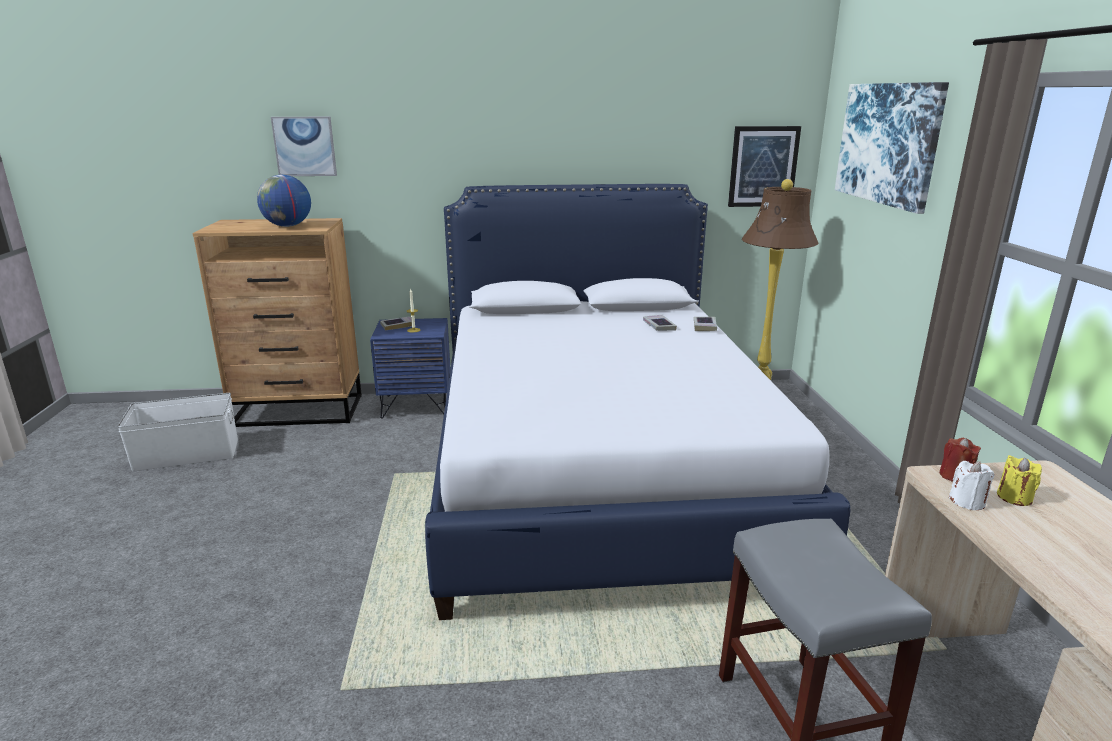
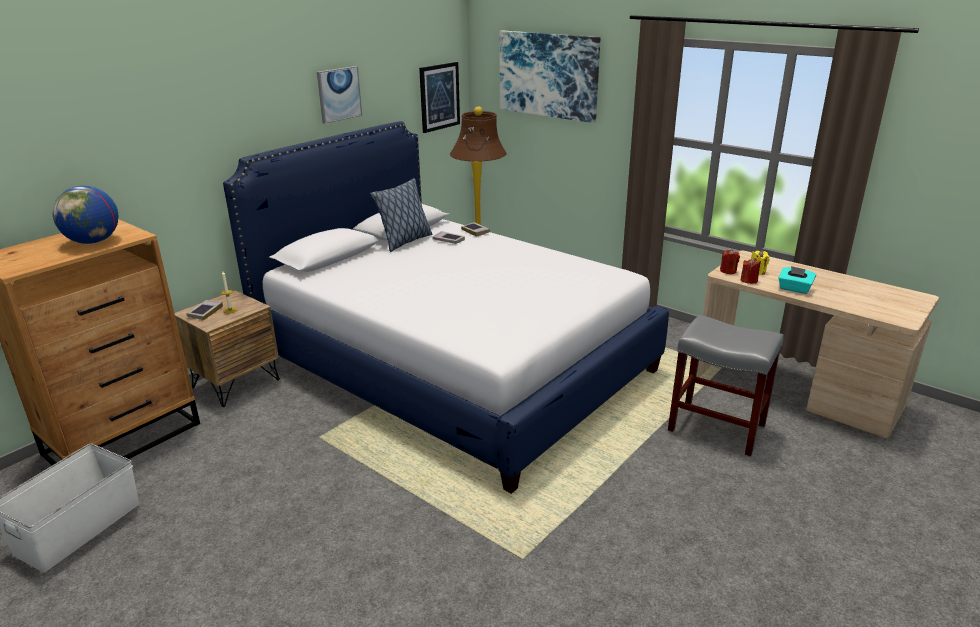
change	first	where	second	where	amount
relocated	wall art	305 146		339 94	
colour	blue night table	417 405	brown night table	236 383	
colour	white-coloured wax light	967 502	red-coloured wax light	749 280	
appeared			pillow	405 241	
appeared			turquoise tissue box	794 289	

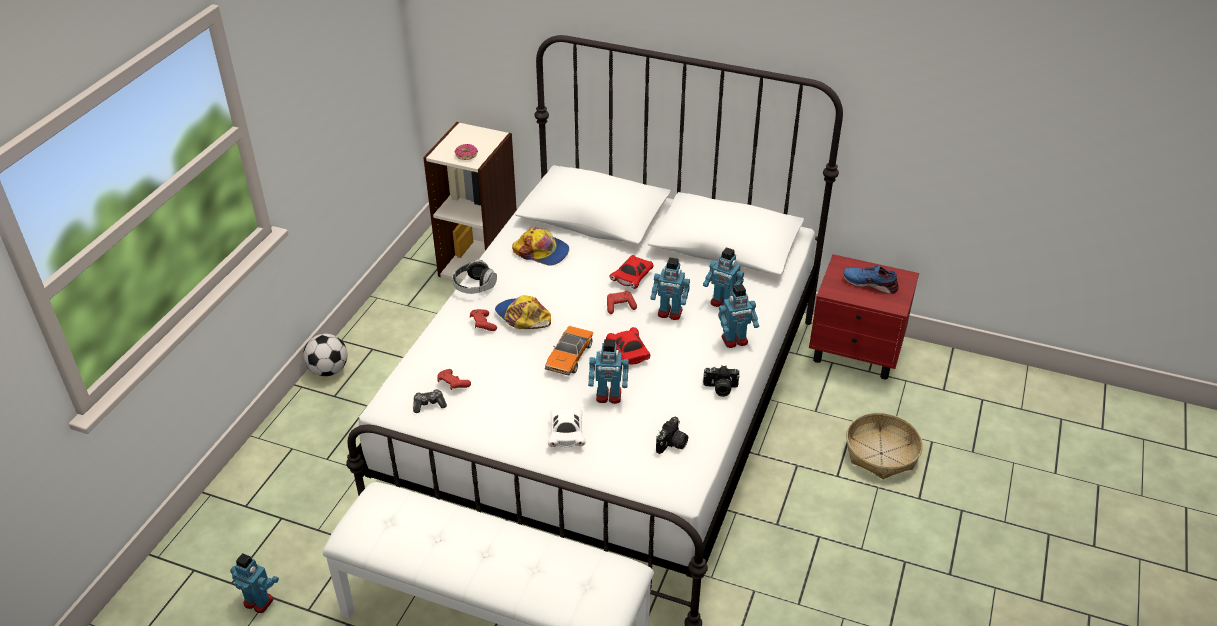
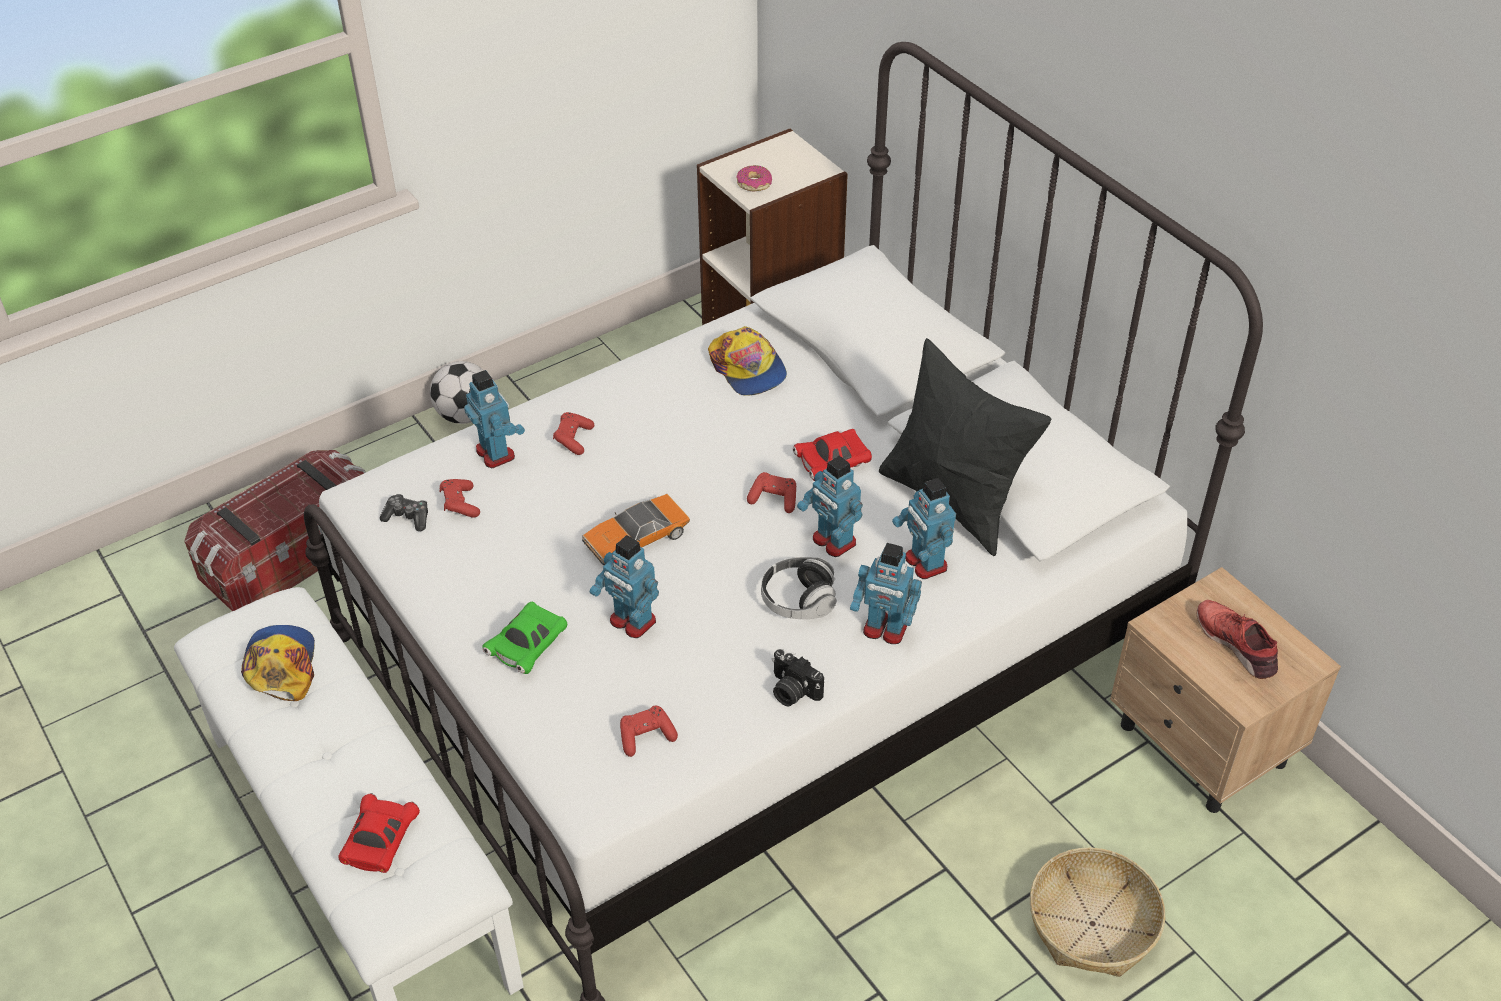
change	first	where	second	where	amount
relocated	toy robot	259 601		496 453	
relocated	pair of headphones	474 286		798 600	
relocated	peaked cap	522 317		281 666	
colour	white-coloured model car	566 434	greenish model car	528 647	
relocated	red-coloured model car	628 353		380 842	
exchanged	photo camera	672 444	red-coloured game controller	646 736	
colour	red-coloured night table	856 352	sand-coloured night table	1203 746	
colour	blue low shoe	870 283	red-coloured low shoe	1236 643	
appeared			storage box	291 555	
appeared			black-coloured pillow	953 501	

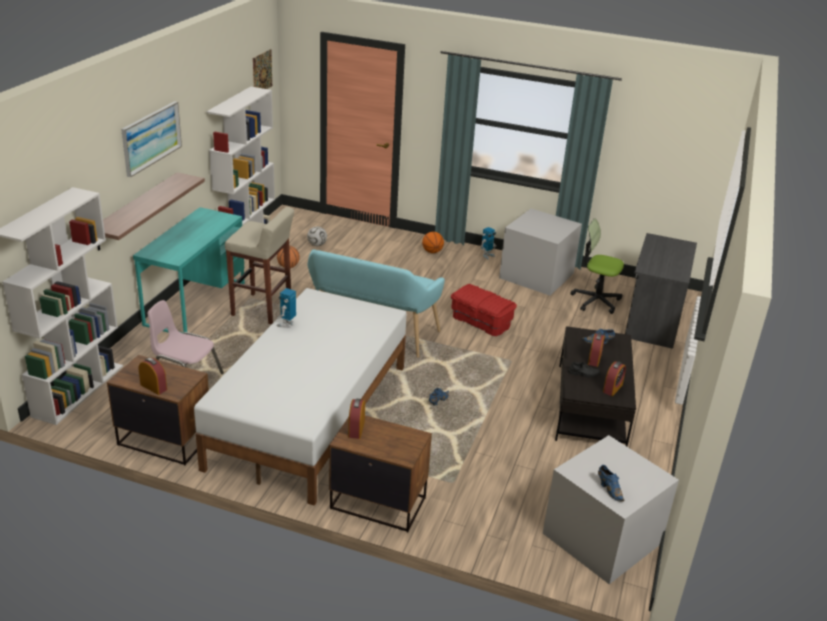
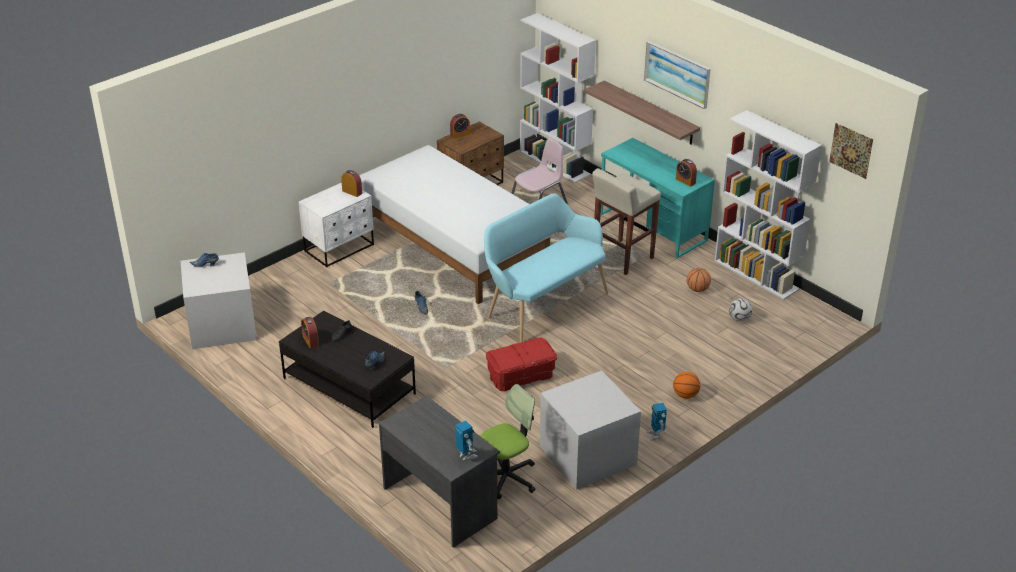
change	first	where	second	where	amount
relocated	toy robot	286 324		466 456	
colour	brown night table	378 502	white-coloured night table	340 248	
relocated	alarm clock	594 359		685 181	

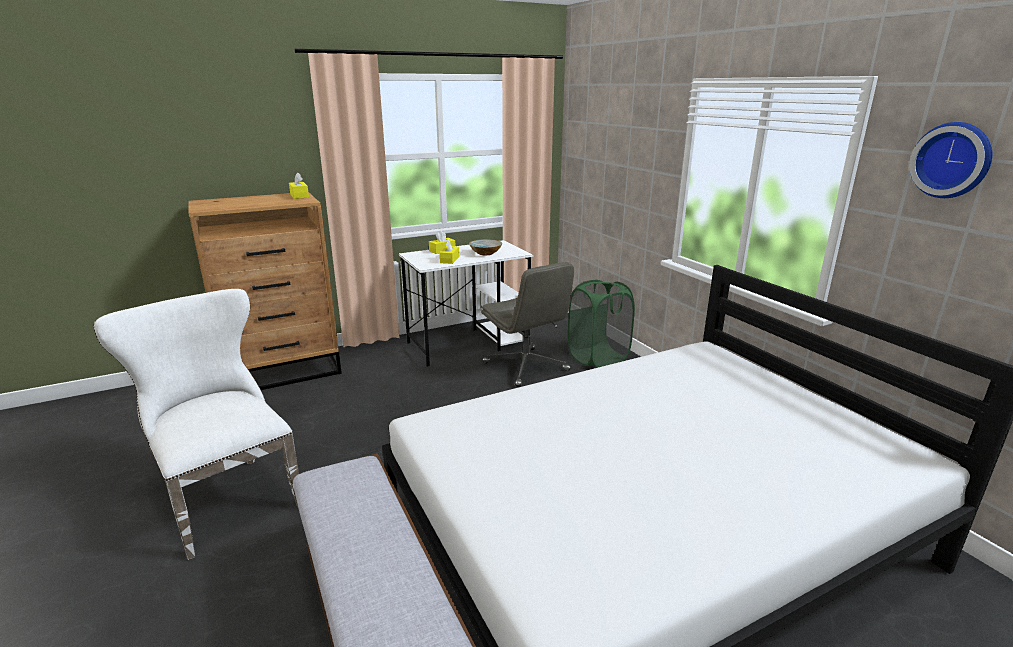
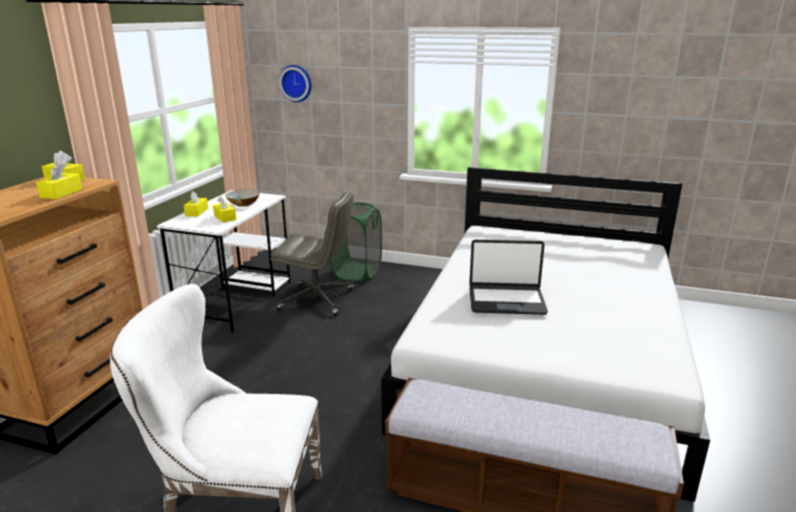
change	first	where	second	where	amount
relocated	clock on the wall	952 160		296 83	
appeared			yellow-coloured tissue box	61 193	
appeared			notebook computer	506 301	

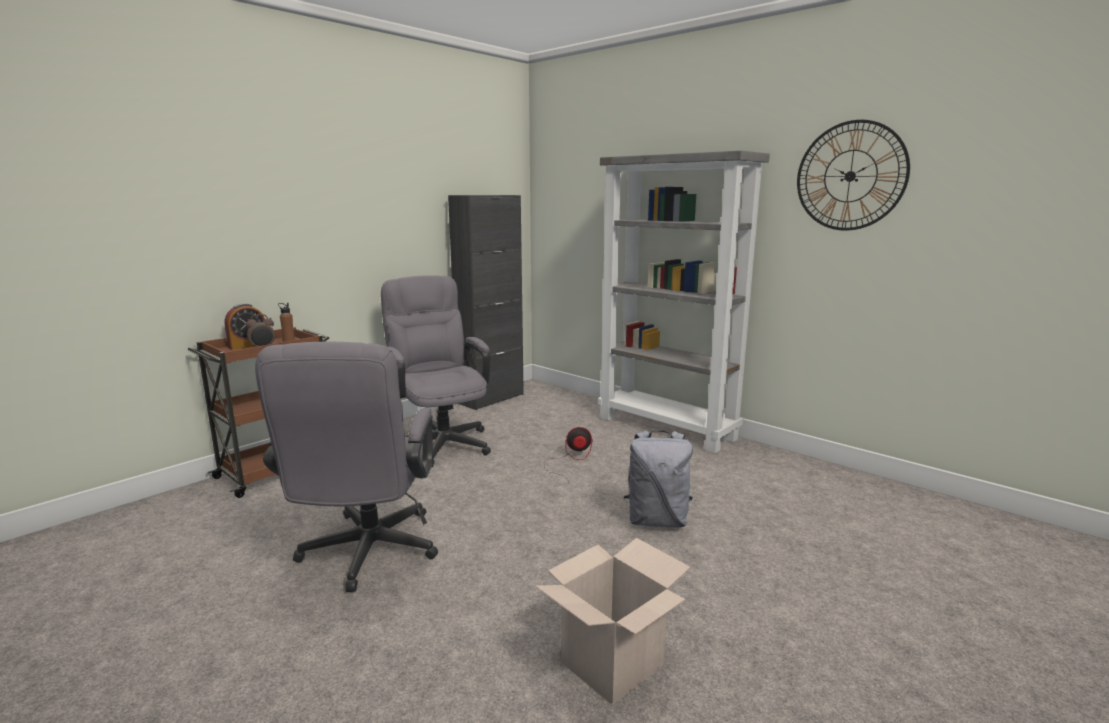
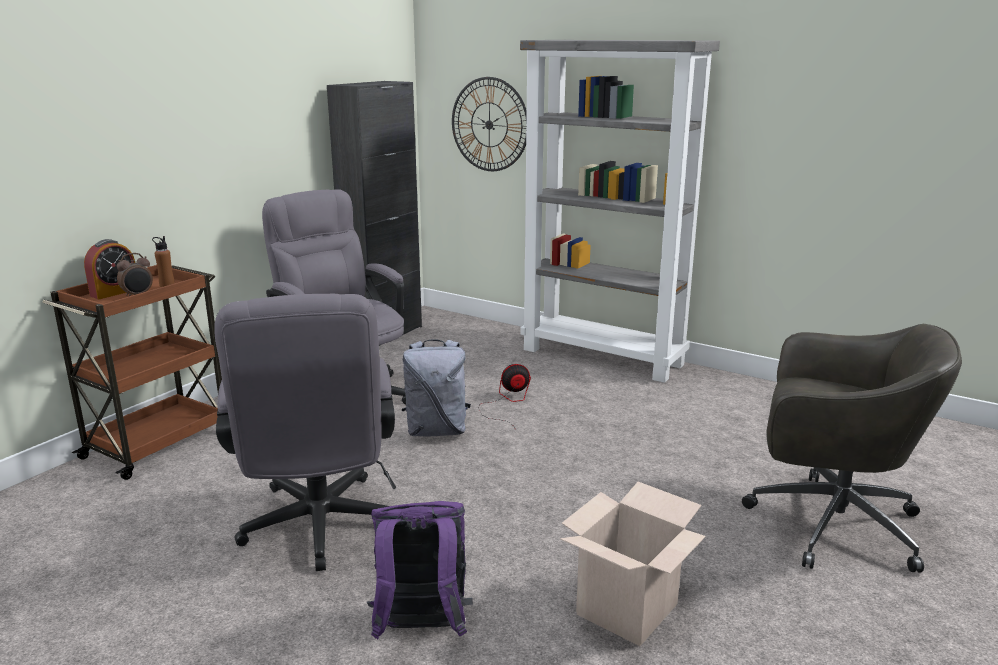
change	first	where	second	where	amount
relocated	grey knapsack	657 520		437 431	
relocated	clock on the wall	850 176		489 124	
appeared			purple knapsack	421 630	
appeared			grey computer chair	829 523	

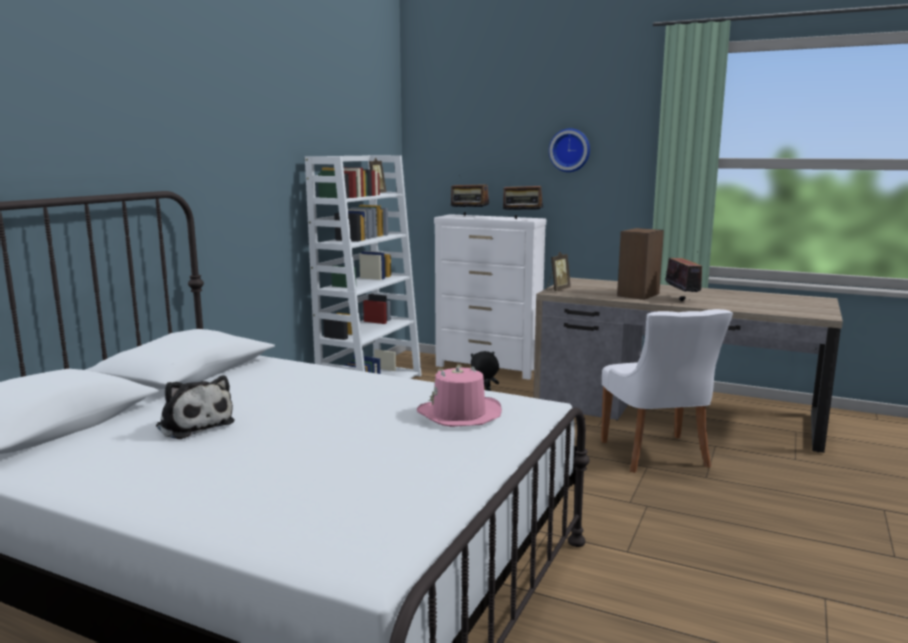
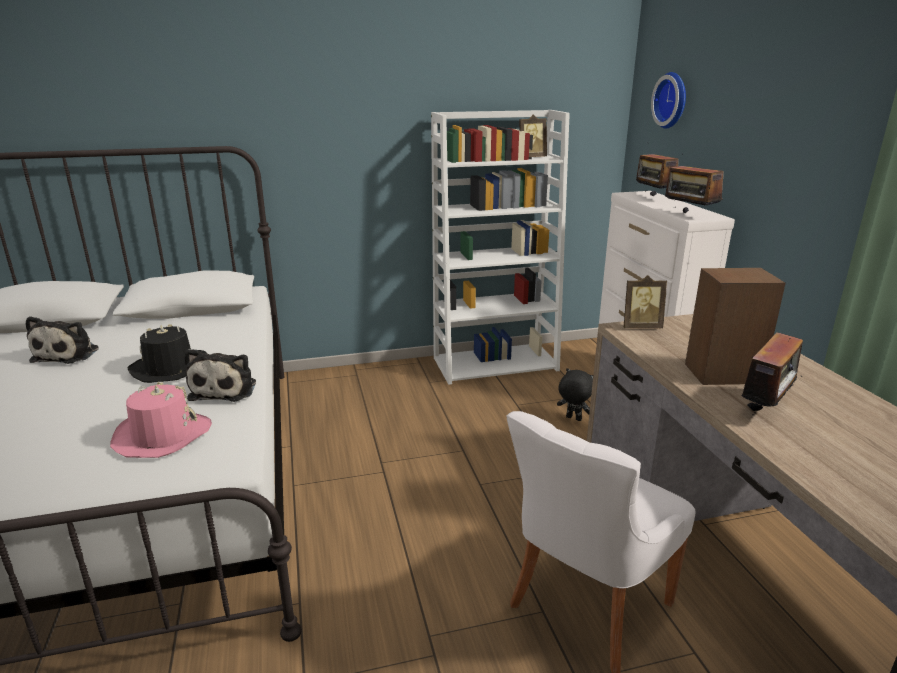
change	first	where	second	where	amount
relocated	clock on the wall	570 150		672 100	
appeared			black-coloured hat	169 368	
appeared			cuddly toy	225 389	

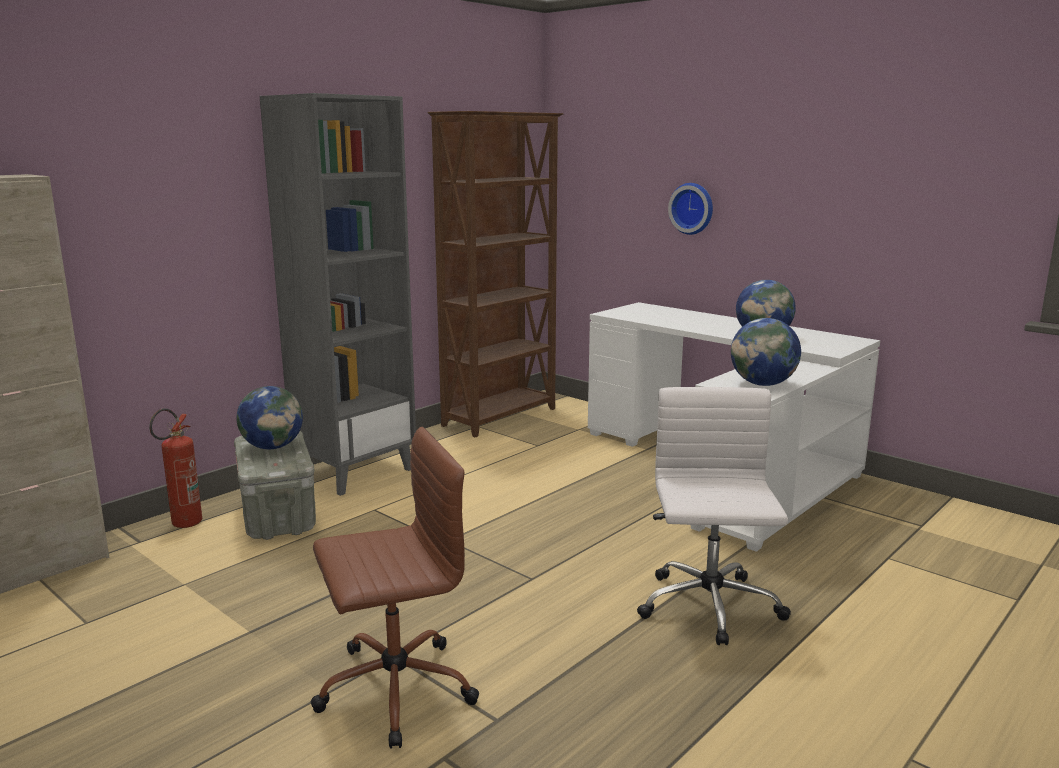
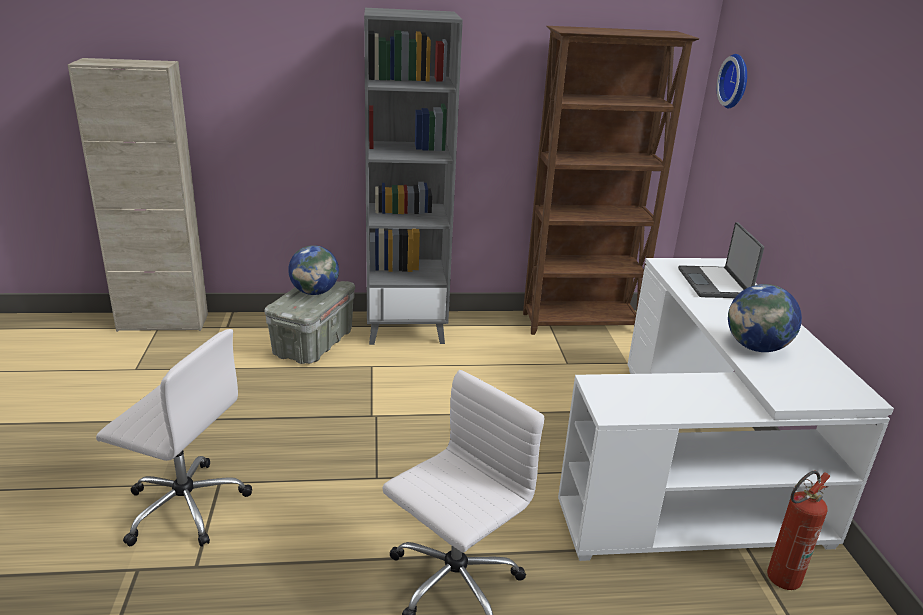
change	first	where	second	where	amount
relocated	fire-fighting cylinder	182 525		778 582	
colour	brown computer chair	393 689	white-coloured computer chair	184 505	
relocated	clock on the wall	692 208		736 81	
missing	desk globe	763 384			
appeared			notebook computer	714 283	

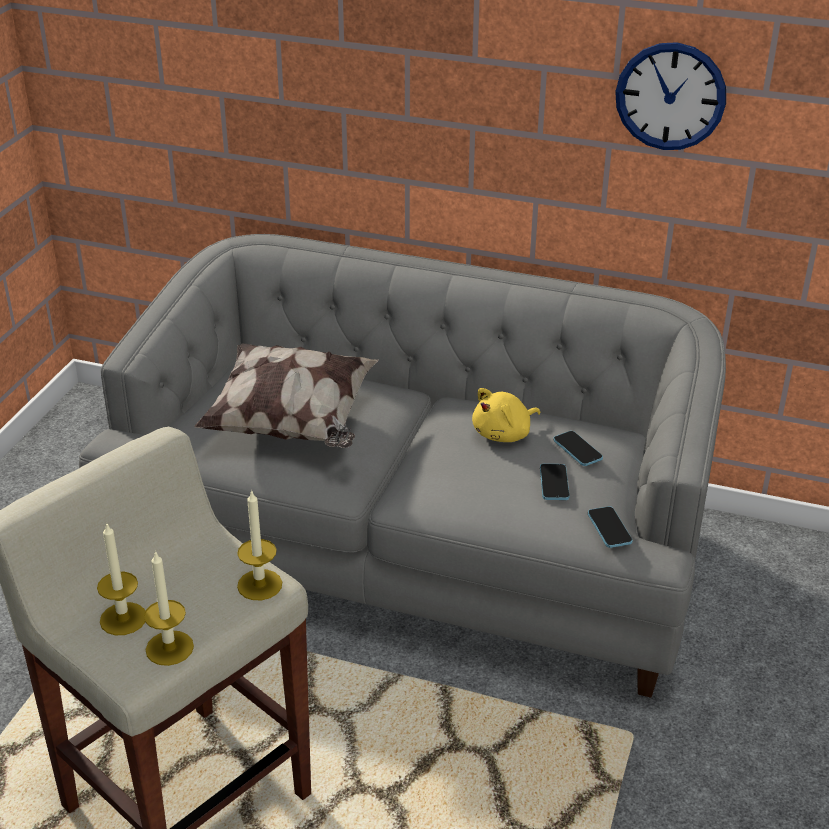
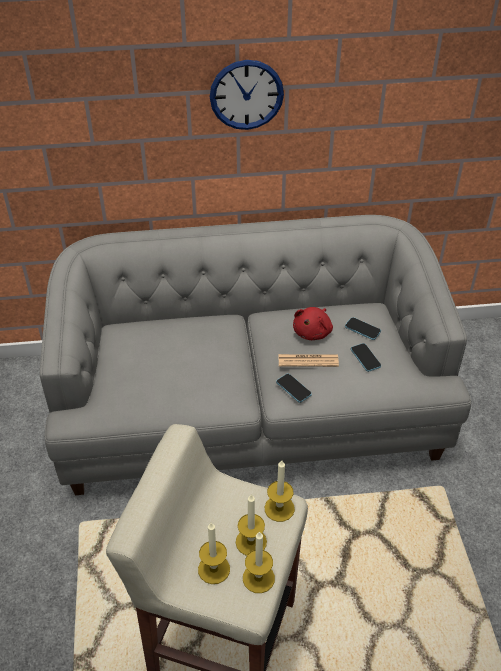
change	first	where	second	where	amount
missing	pillow	292 424			
colour	yellow-coloured cuddly toy	504 434	red-coloured cuddly toy	313 332	
relocated	phone	609 528		293 388	
relocated	clock on the wall	670 96		246 95	
appeared			wax light	251 542	
appeared			printed paper	308 361	

